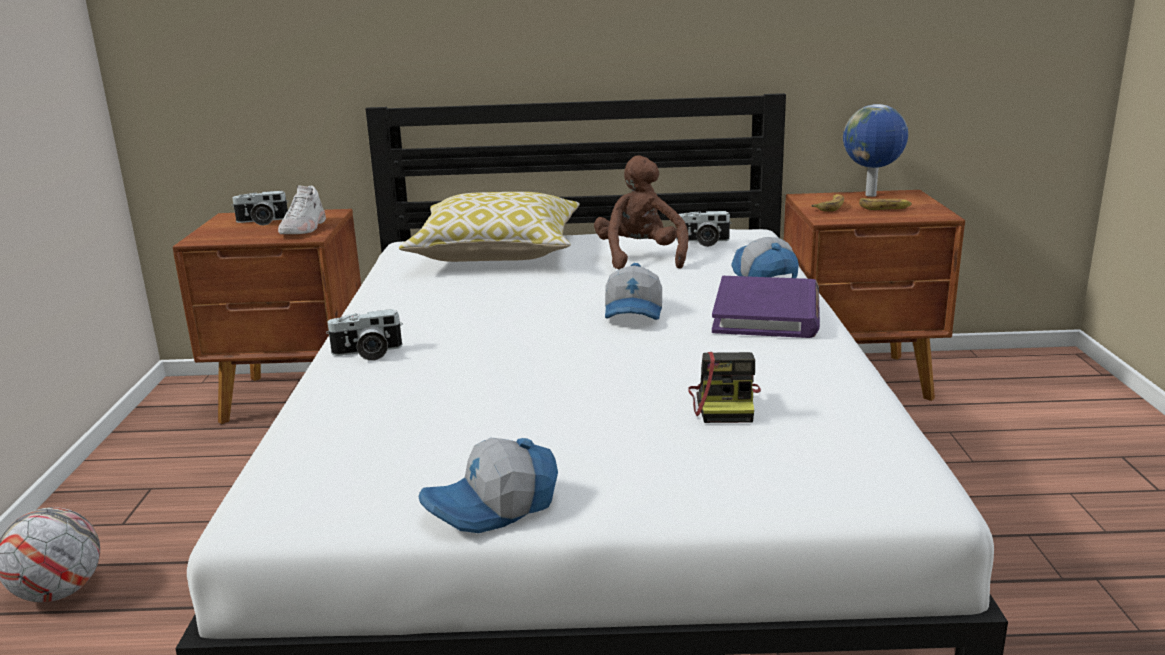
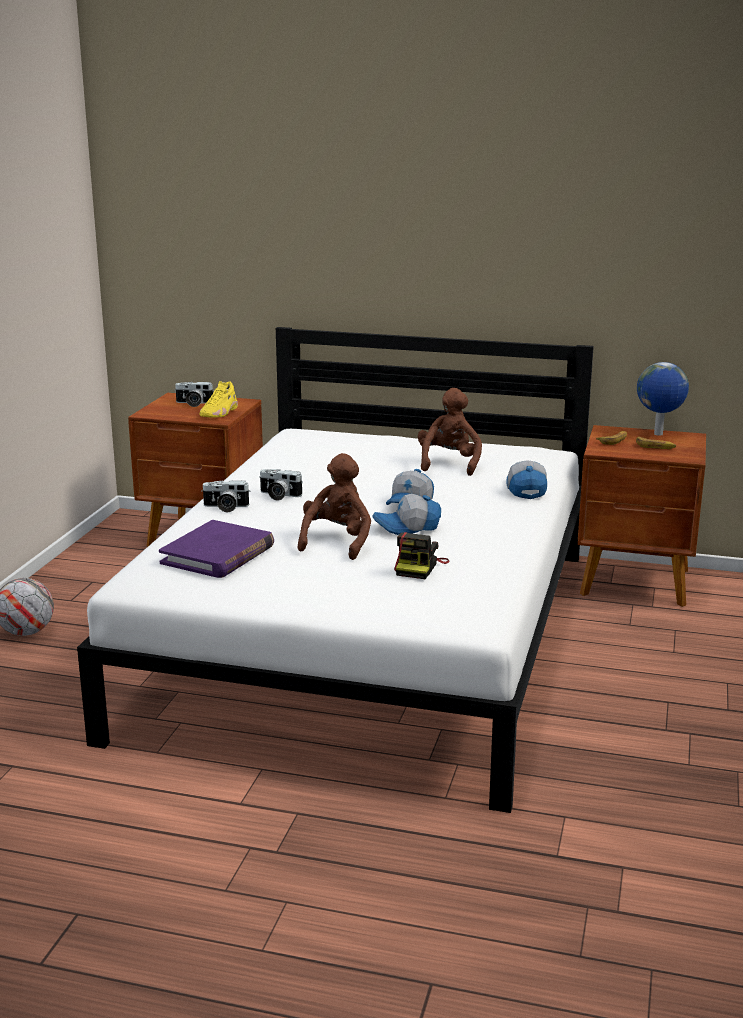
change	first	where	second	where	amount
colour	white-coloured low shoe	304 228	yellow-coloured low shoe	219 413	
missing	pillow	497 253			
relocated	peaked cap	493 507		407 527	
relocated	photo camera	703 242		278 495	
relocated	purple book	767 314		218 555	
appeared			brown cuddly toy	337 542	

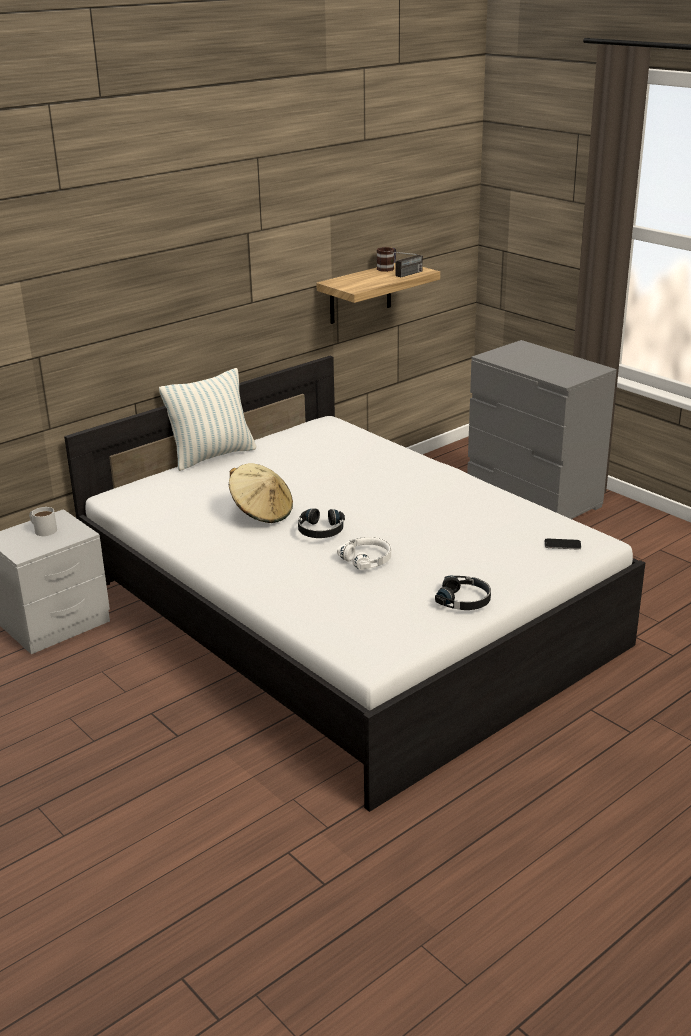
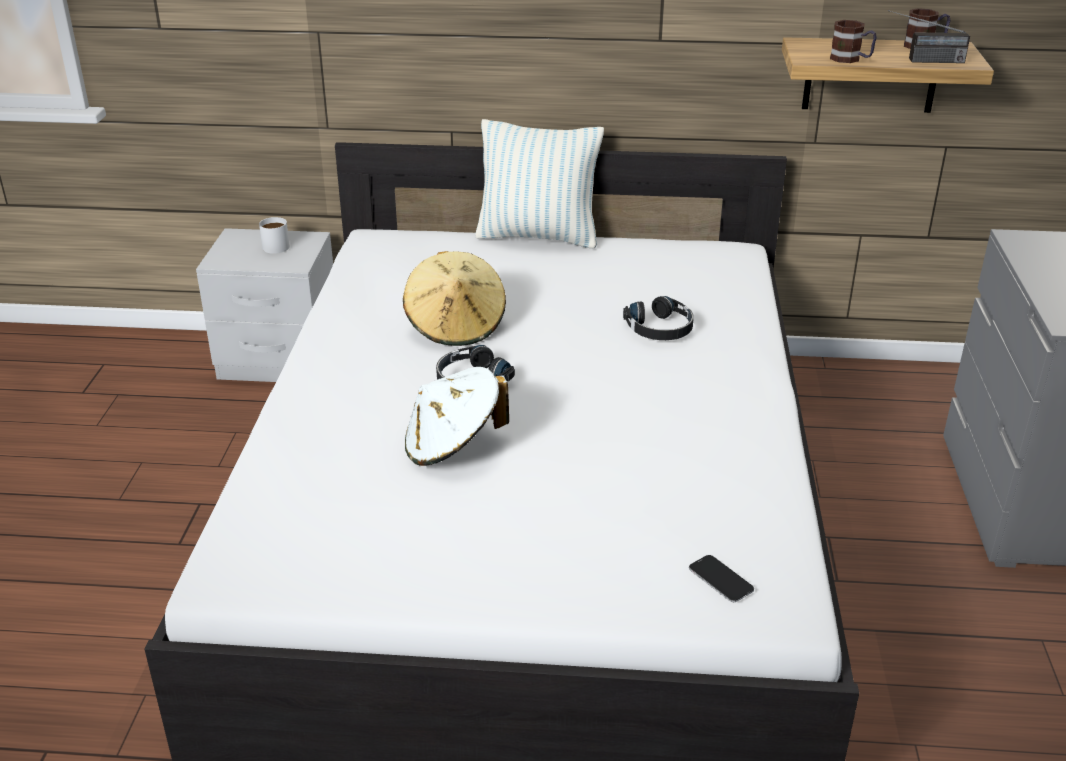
change	first	where	second	where	amount
exchanged	white-coloured pair of headphones	367 559	white-coloured hat	453 446	
relocated	black-coloured pair of headphones	464 600		660 329	
appeared			tea mug	851 59	

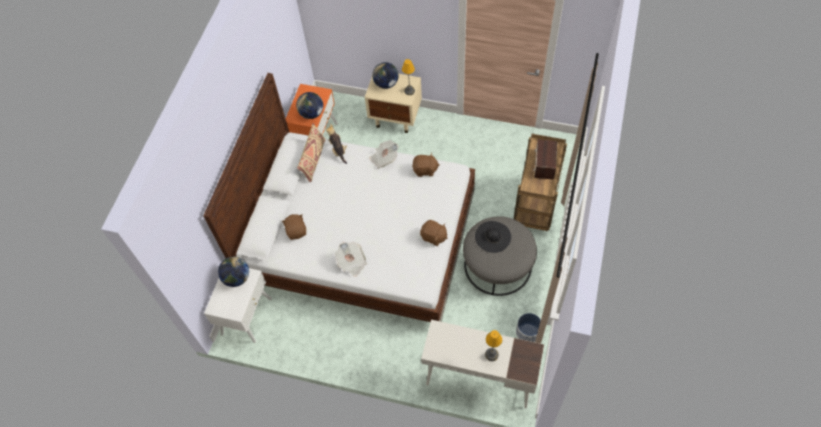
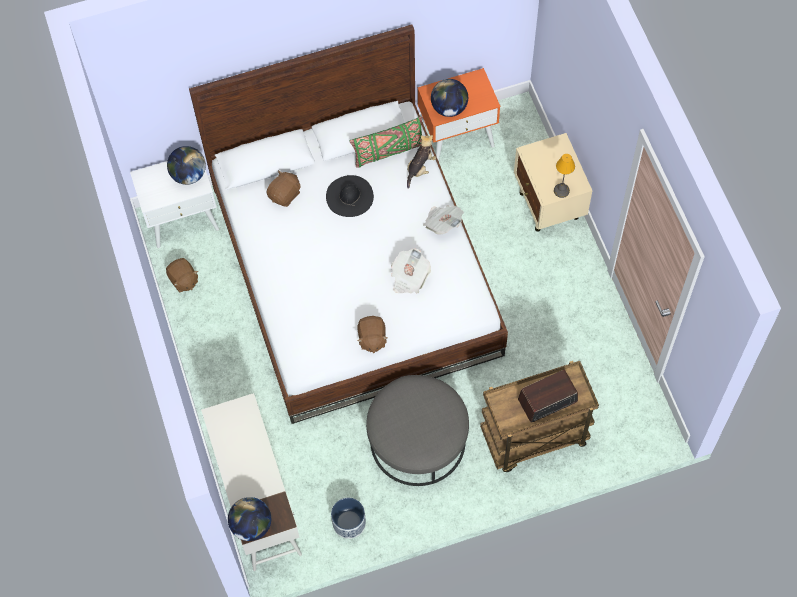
change	first	where	second	where	amount
colour	sand-coloured pillow	313 160	greenish pillow	388 152	
relocated	printed paper	352 263		409 277	
relocated	desk globe	386 84		251 525	
relocated	brown cuddly toy	425 170		183 280	
relocated	black-coloured hat	492 236		349 196	
missing	table lamp	492 354			

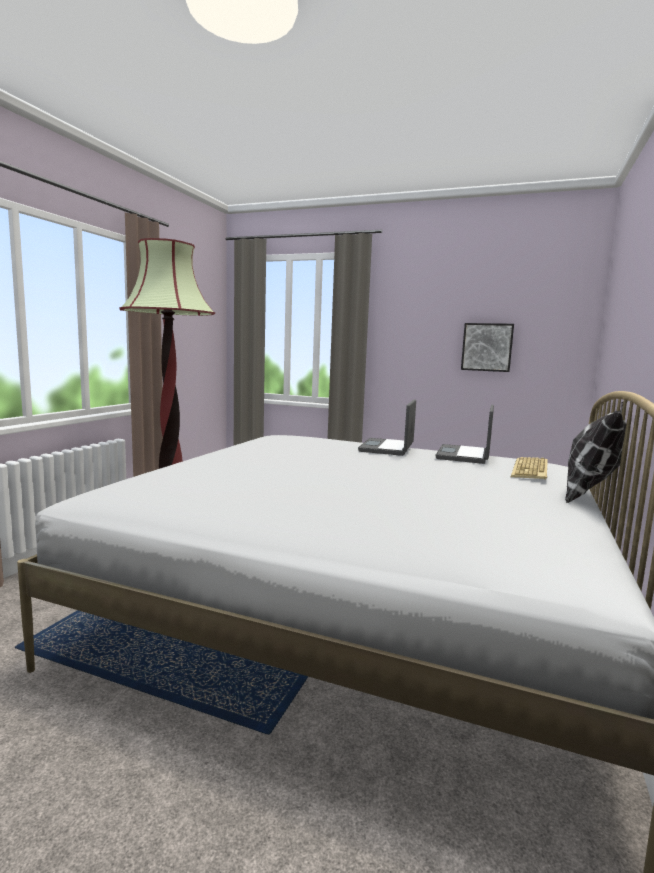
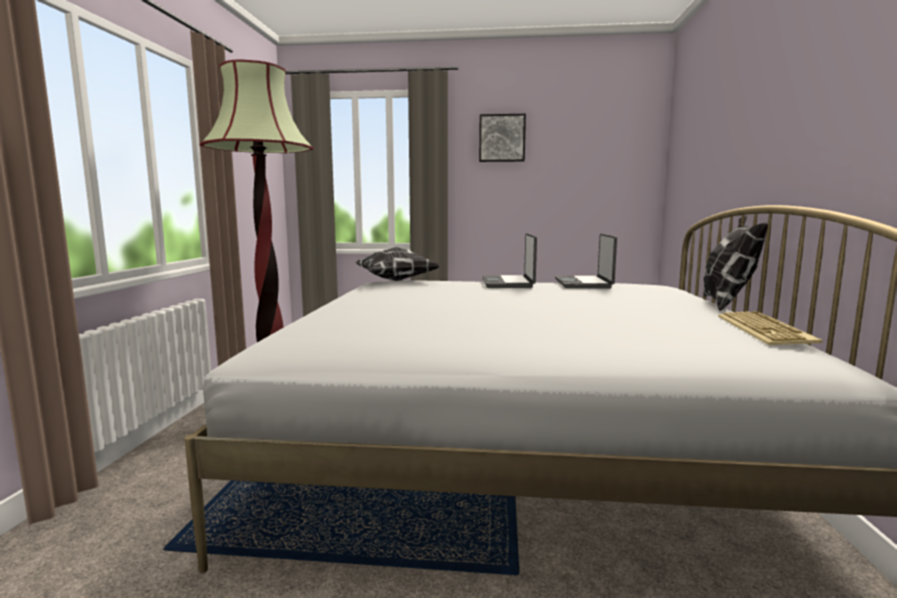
change	first	where	second	where	amount
relocated	wall art	487 347		502 138	
relocated	PC keyboard	531 470		766 330	
appeared			pillow	397 280	

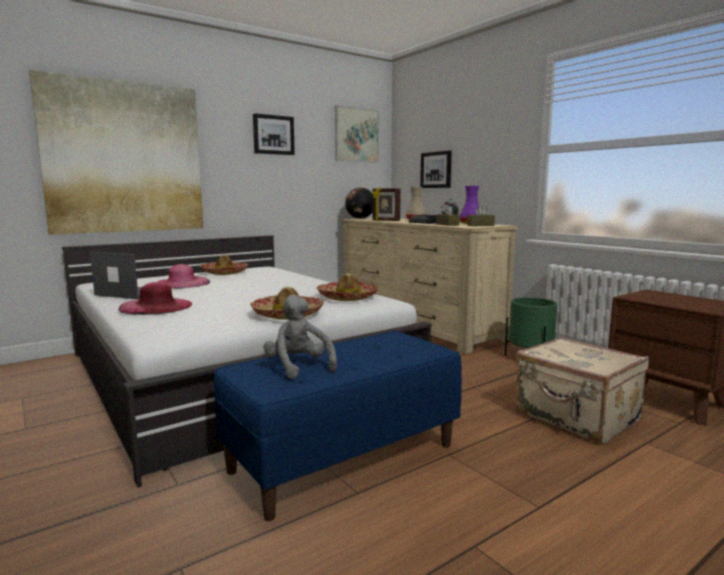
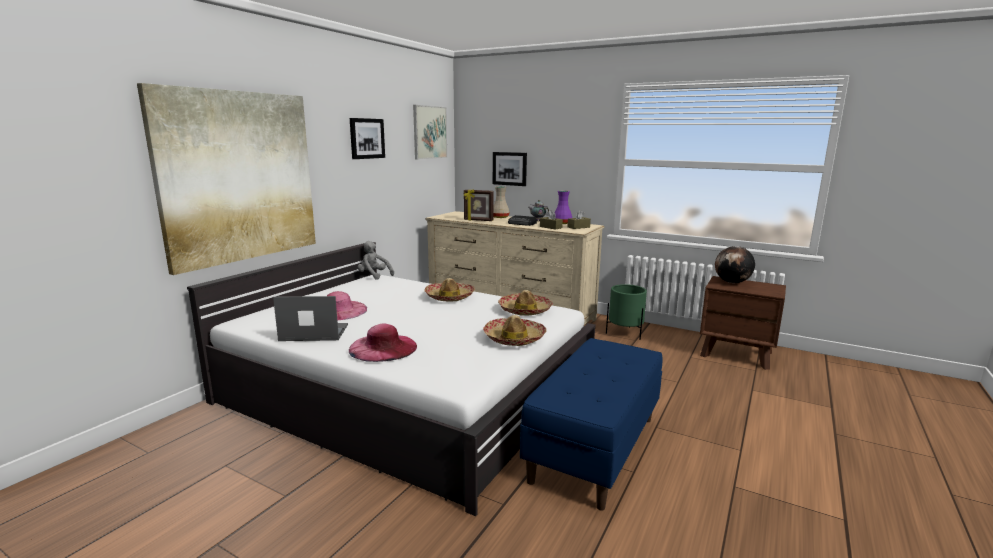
change	first	where	second	where	amount
relocated	hat	225 273		449 297	
relocated	grey cuddly toy	299 367		374 276	
relocated	desk globe	360 218		732 282	
missing	sand-coloured suitcase	576 418			

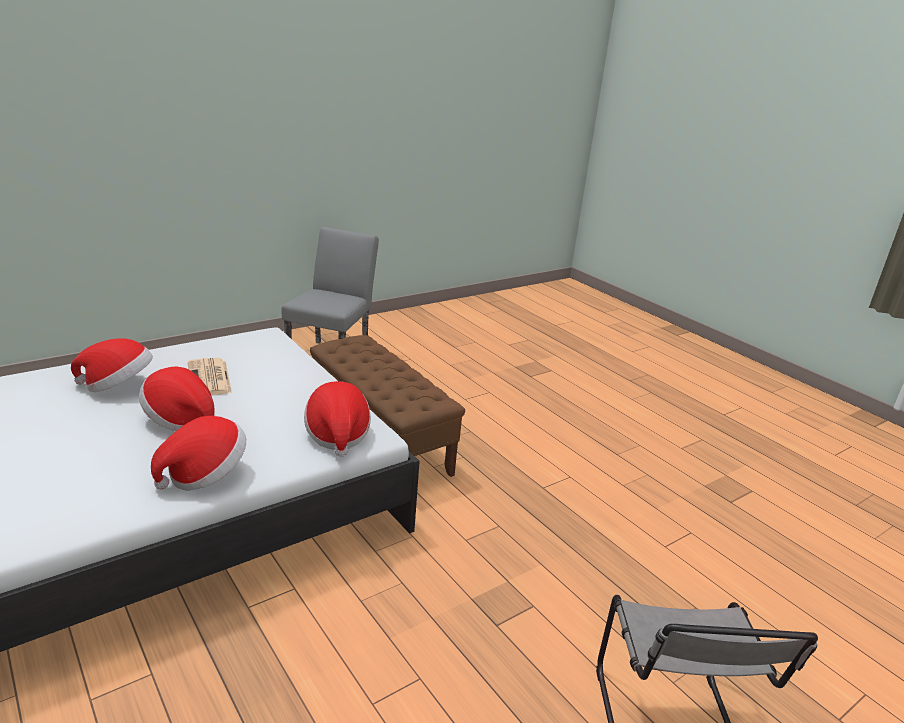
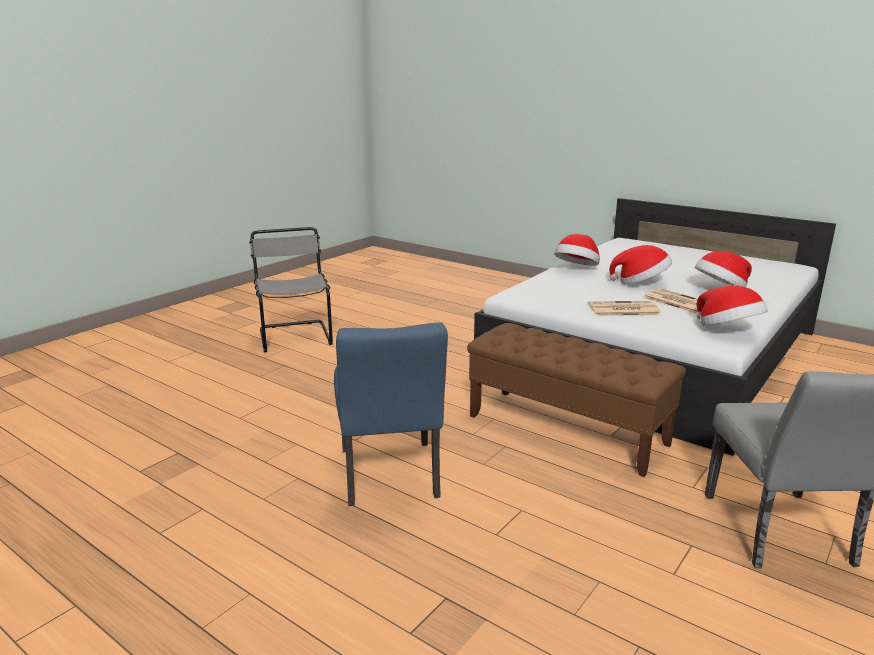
change	first	where	second	where	amount
relocated	hat	337 435		728 330	
appeared			blue upright chair	390 478	
appeared			printed paper	622 310	

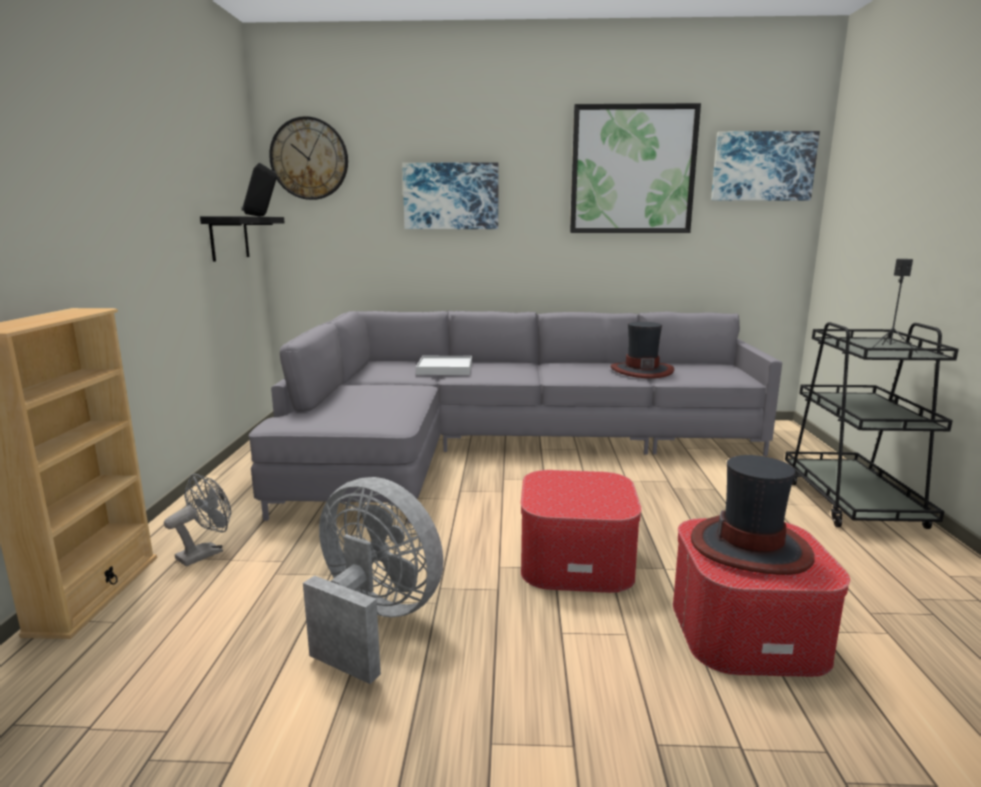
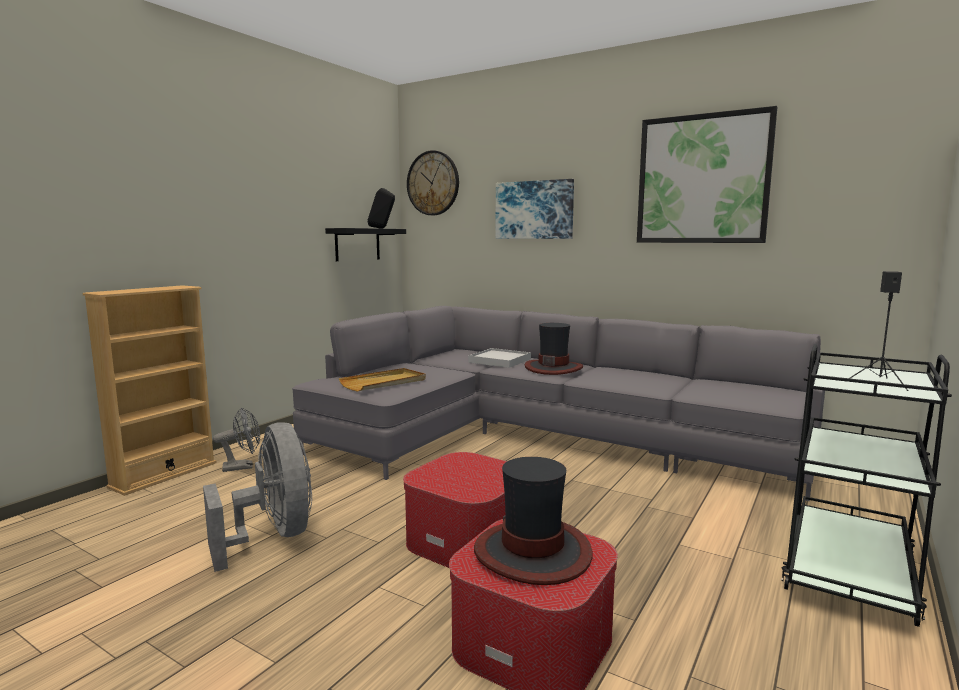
change	first	where	second	where	amount
relocated	hat	641 370		553 368	
missing	wall art	762 166			
appeared			sand-coloured carrying tray	384 383	

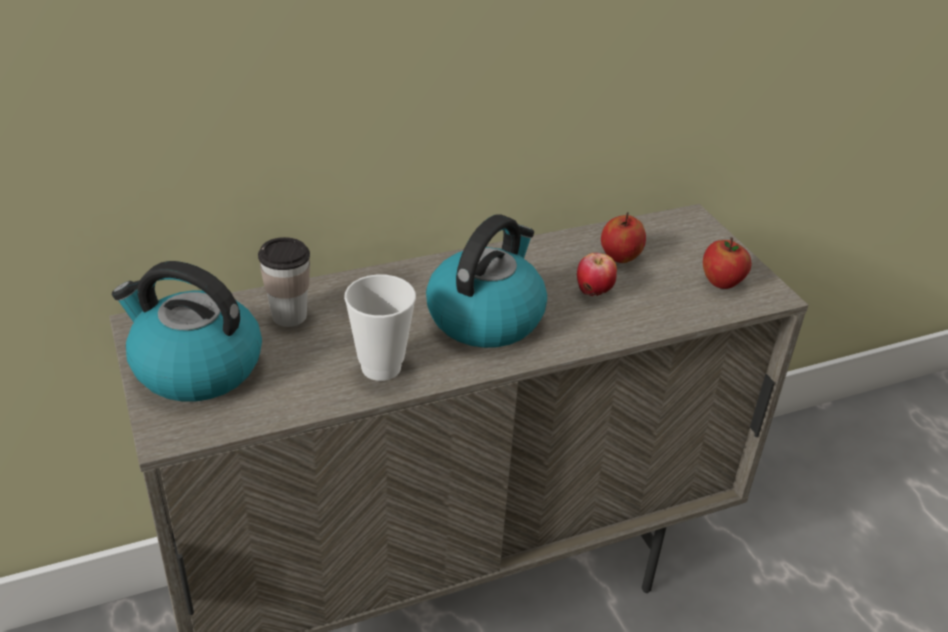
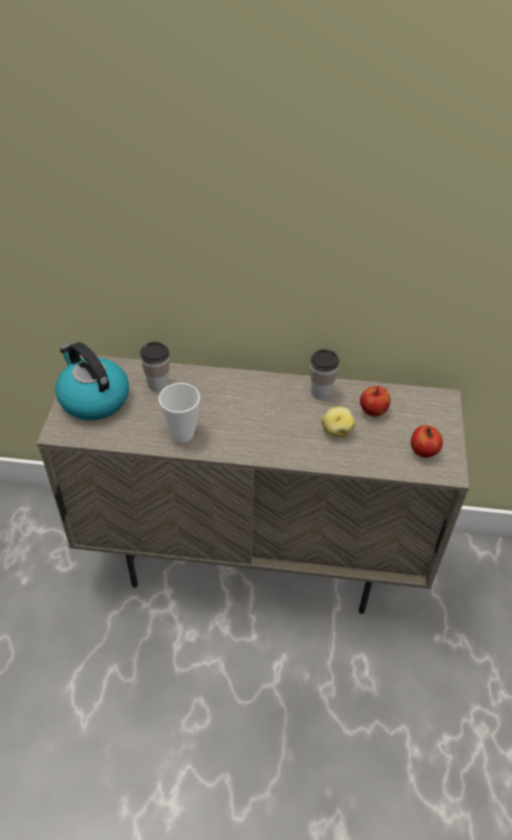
change	first	where	second	where	amount
missing	water kettle	486 316			
exchanged	apple	594 293	potato	336 430	
appeared			cup	321 392	

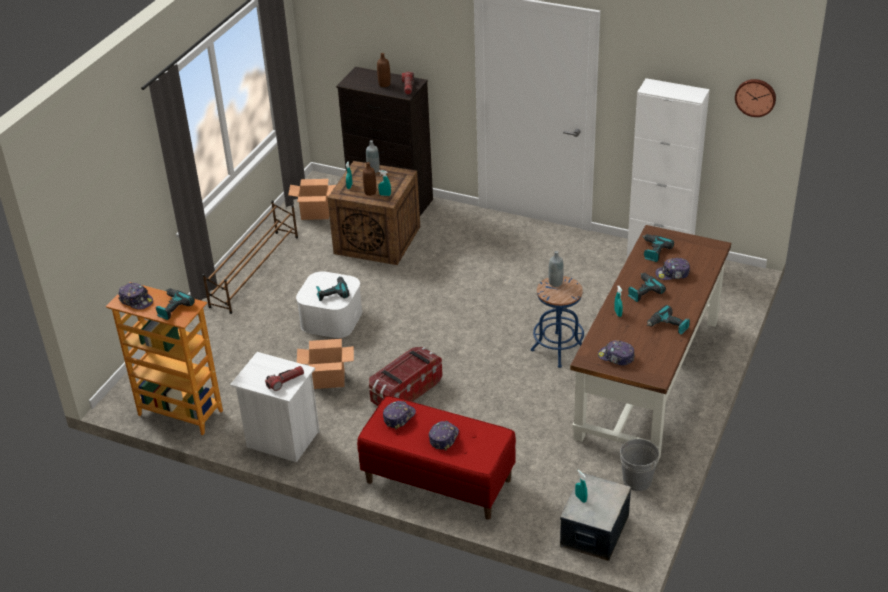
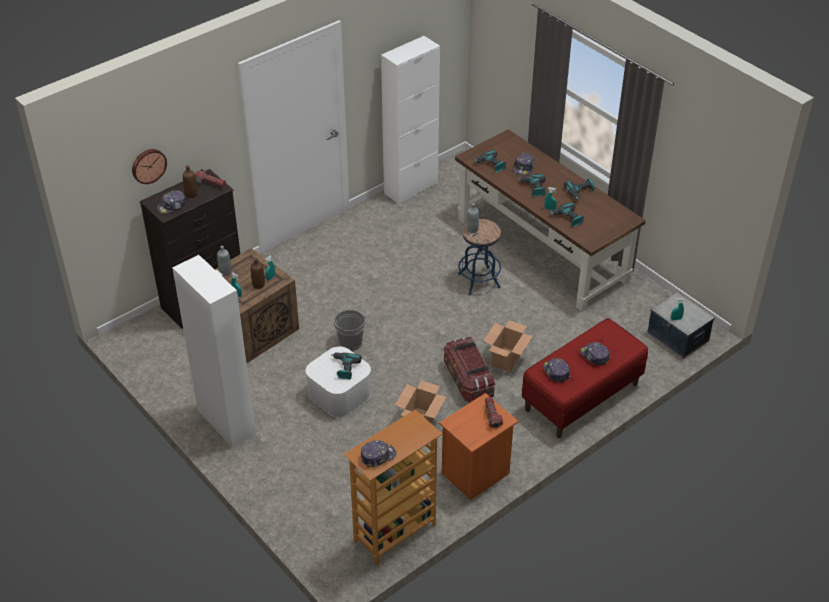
change	first	where	second	where	amount
relocated	drill	172 307		567 218	
exchanged	brown shoe rack	255 271	white-coloured cupboard	226 422	
colour	white-coloured night table	282 440	orange-coloured night table	476 474	
relocated	carton	316 213		506 359	
relocated	peaked cap	616 357		172 206	
relocated	grey pail	637 480		350 342	
relocated	clock on the wall	755 97		148 165	

